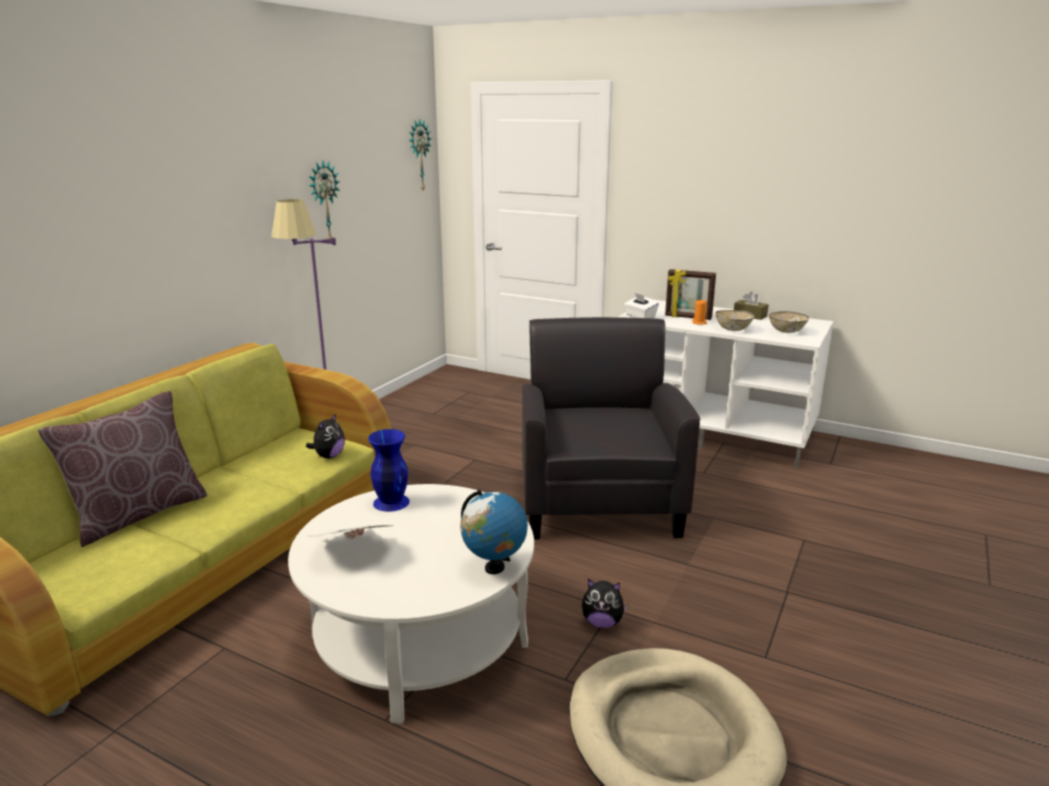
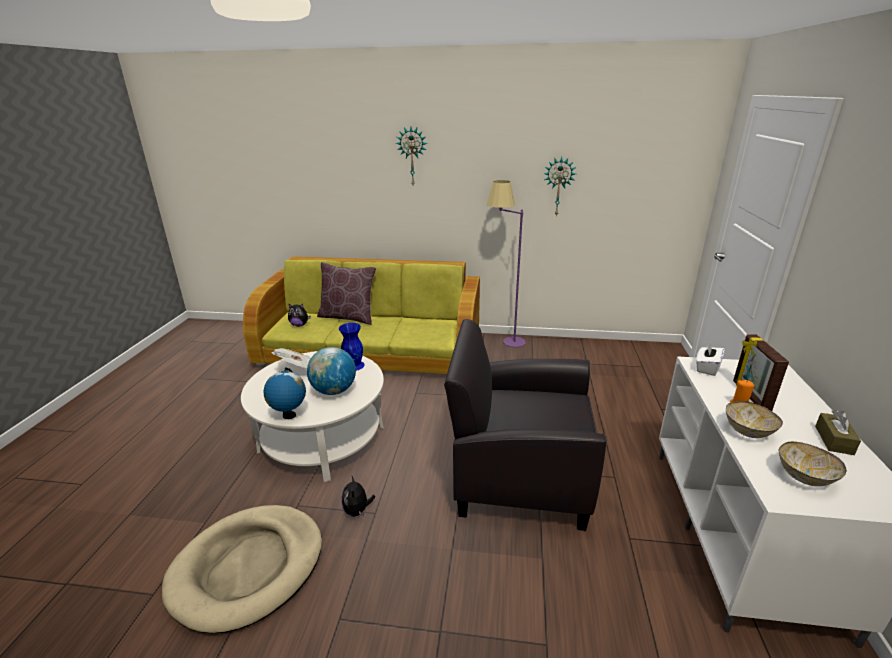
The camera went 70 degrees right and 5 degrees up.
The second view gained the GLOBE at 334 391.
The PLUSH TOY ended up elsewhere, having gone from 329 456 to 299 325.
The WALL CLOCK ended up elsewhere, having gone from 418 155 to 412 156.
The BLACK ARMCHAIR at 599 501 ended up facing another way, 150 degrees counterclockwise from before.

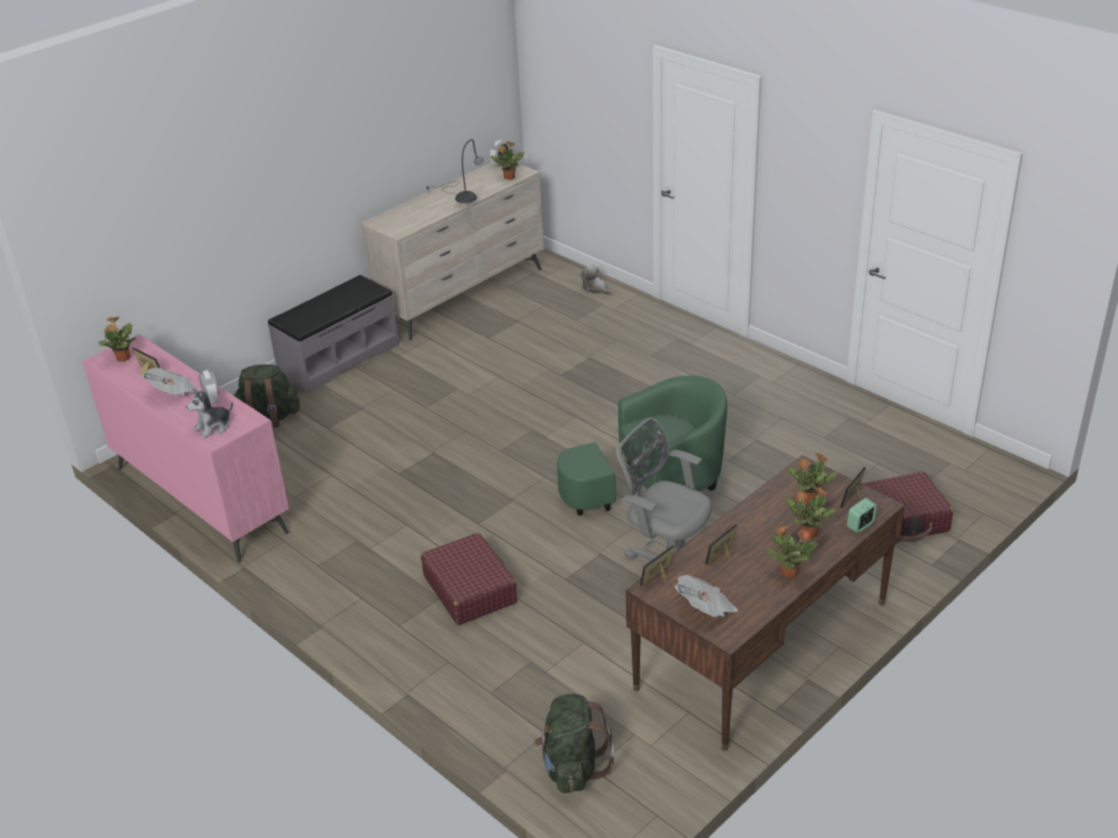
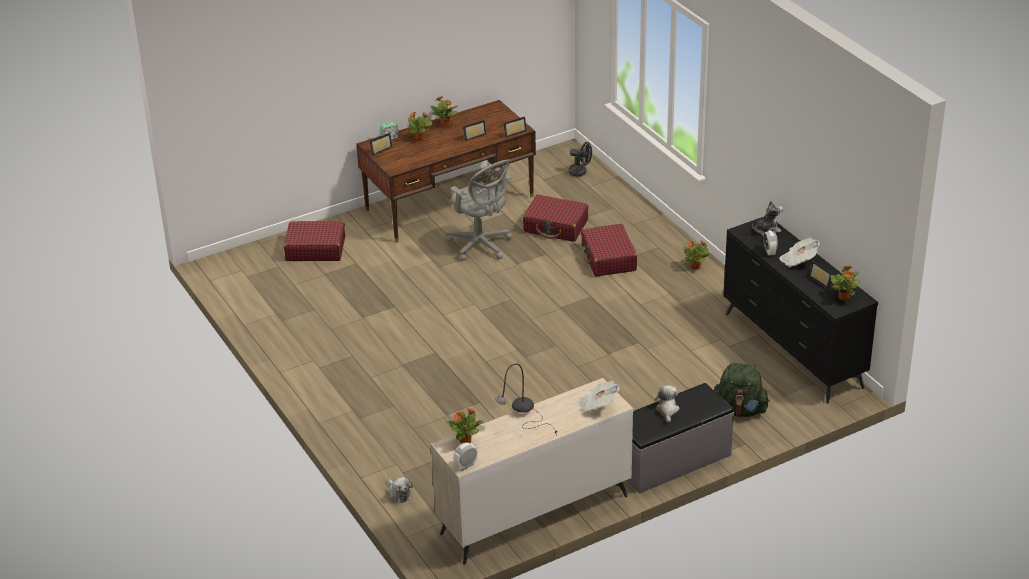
The camera went 165 degrees left and 0 degrees up.
The second view lost the GREEN ARMCHAIR at 652 484.
The second view gained the RED SUITCASE at 556 226.
The second view gained the PLUSH TOY at 667 410.
The NEWSPAPER ended up elsewhere, having gone from 706 609 to 597 405.
The POTTED PLANT ended up elsewhere, having gone from 809 499 to 696 267.
Where the GREEN BACKPACK stood at 572 767, the BLACK FAN came to stand at 580 172.
What was the PINK DRESSER at 201 498 turned into the BLACK DRESSER at 793 351.

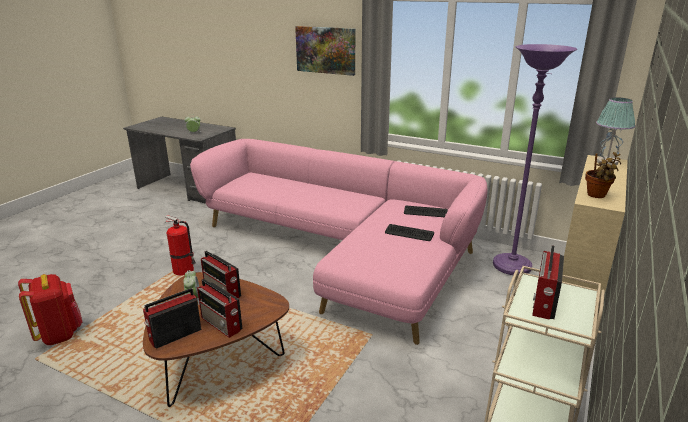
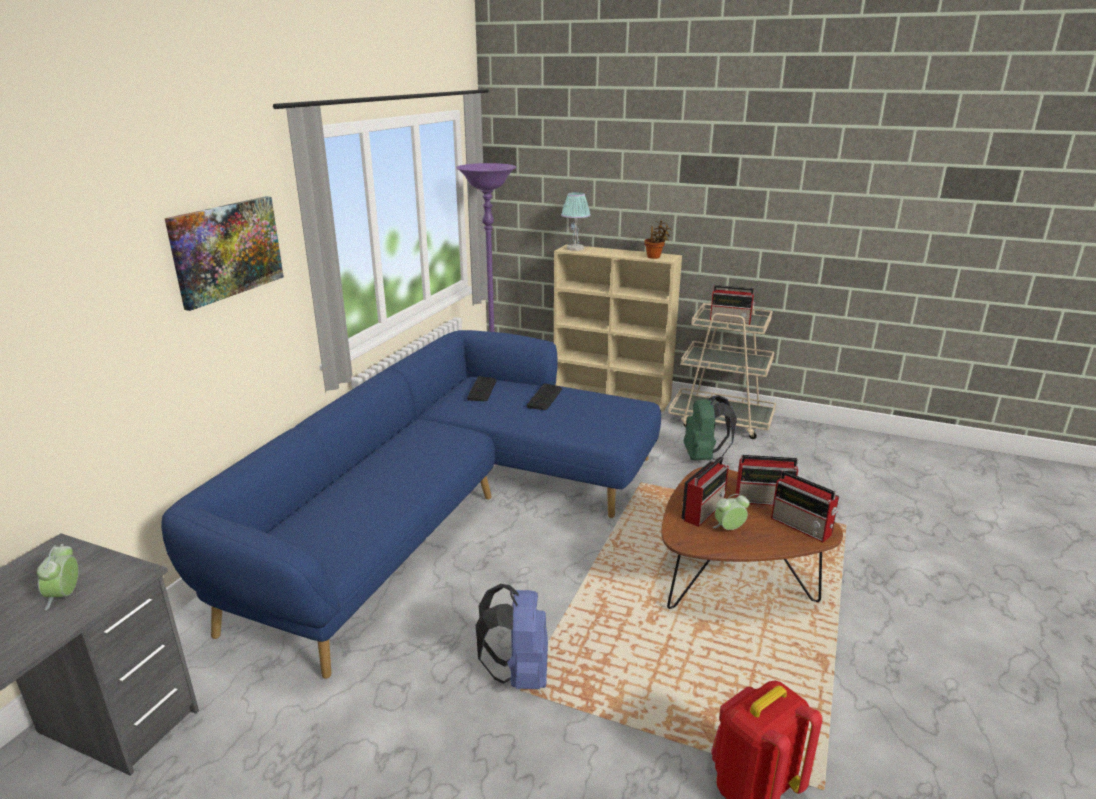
The camera went 95 degrees left and 0 degrees up.
The second view gained the GREEN BACKPACK at 704 457.
Where the FIRE EXTINGUISHER stood at 184 271, the BLUE BACKPACK came to stand at 519 674.
What was the PINK SOFA at 344 250 turned into the BLUE SOFA at 450 509.
The RADIO at 222 324 ended up facing another way, 60 degrees clockwise from before.

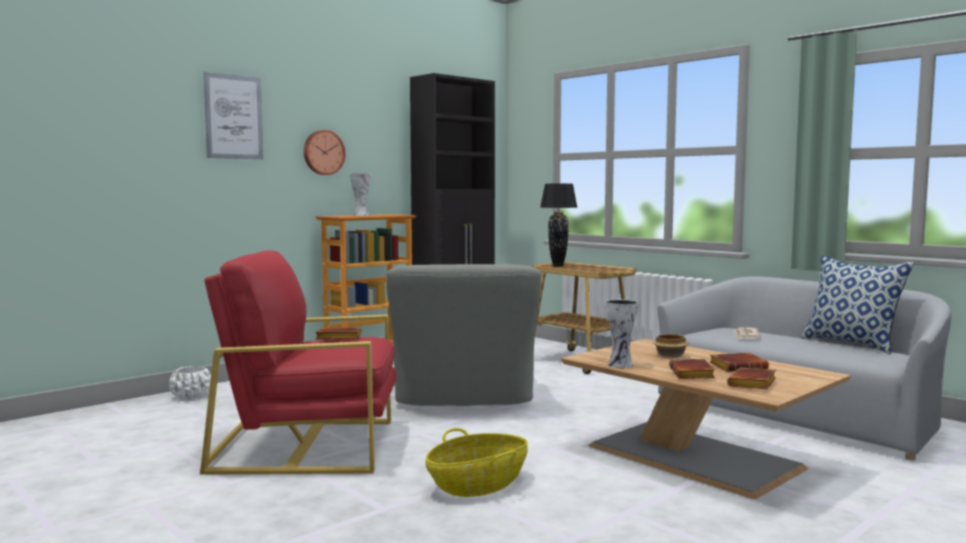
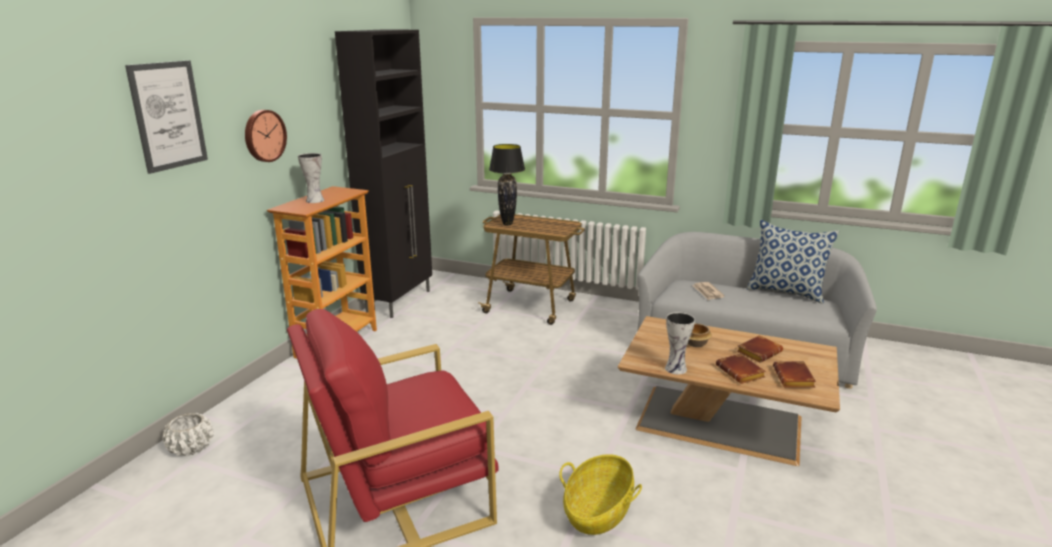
The camera went 25 degrees left and 15 degrees up.
The second view lost the BROWN BOOK at 337 338.
The second view lost the GREY ARMCHAIR at 463 397.

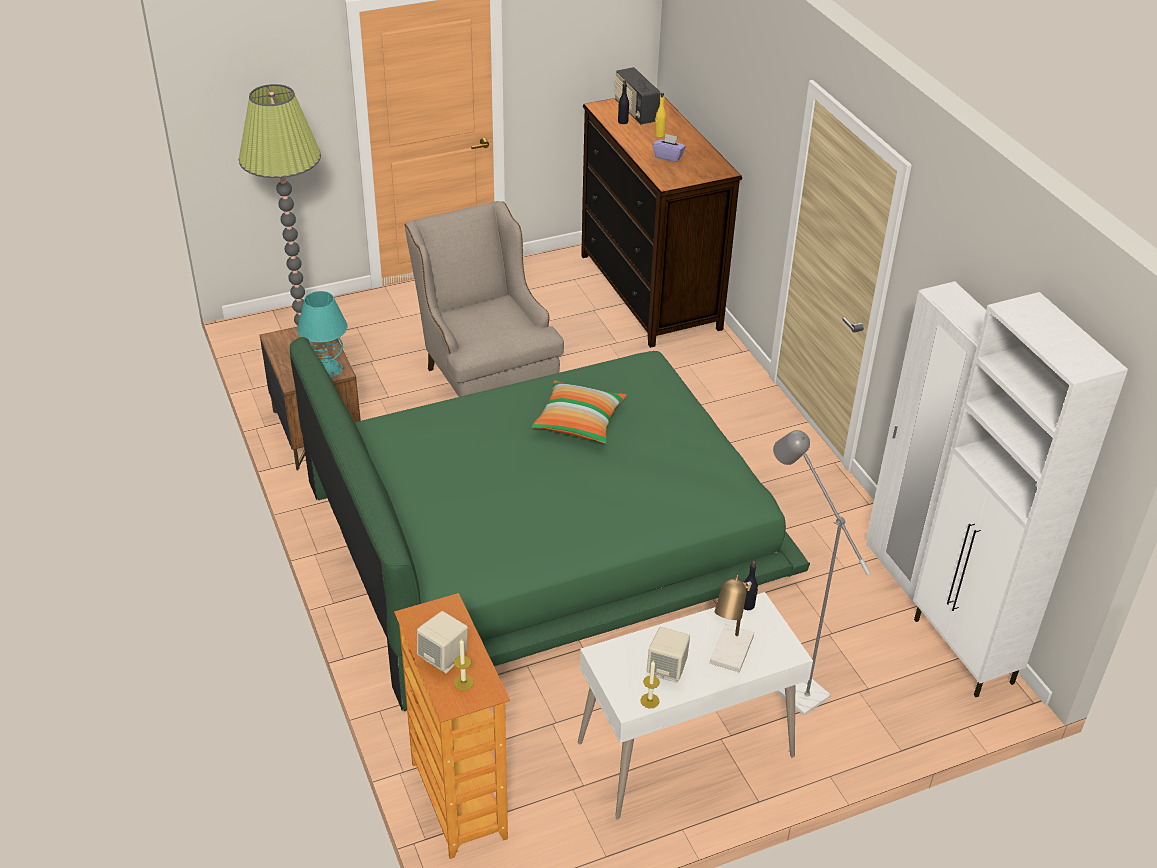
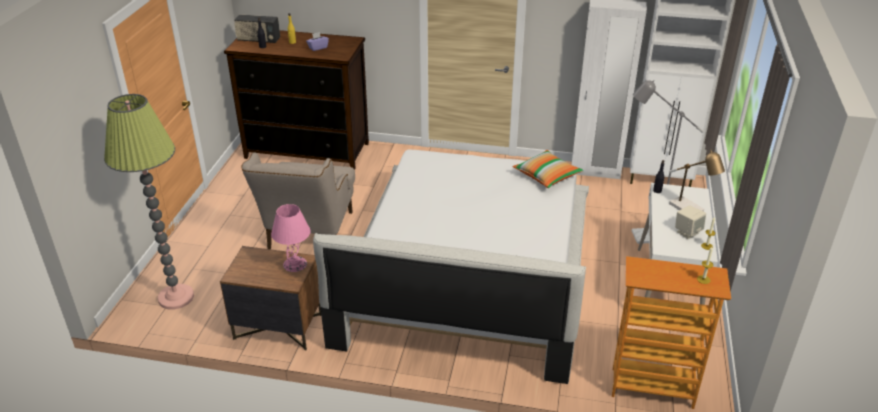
The camera went 55 degrees left and 5 degrees down.
The second view lost the BEIGE SPEAKER at 444 658.
The PILLOW ended up elsewhere, having gone from 579 422 to 547 176.
What was the GREEN BED at 544 535 turned into the WHITE BED at 469 270.
What was the TURQUOISE TABLE LAMP at 327 369 turned into the PINK TABLE LAMP at 295 264.
The BEIGE ARMCHAIR at 485 376 ended up facing another way, 90 degrees counterclockwise from before.

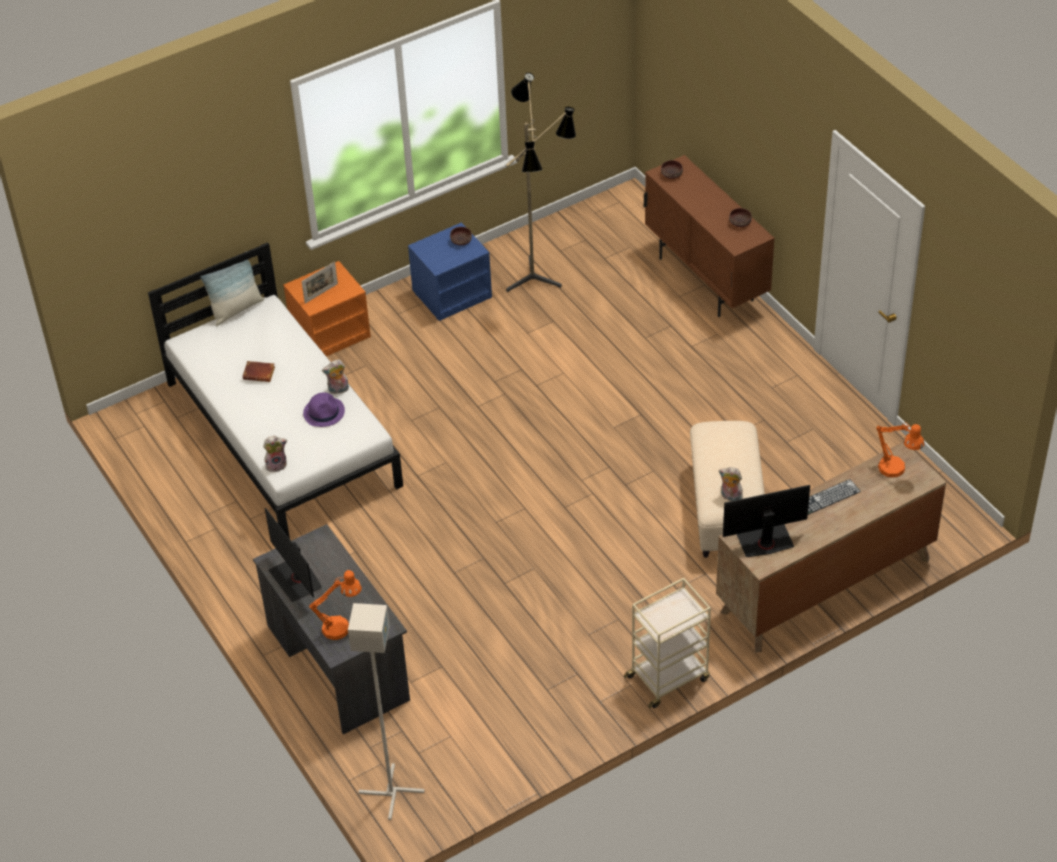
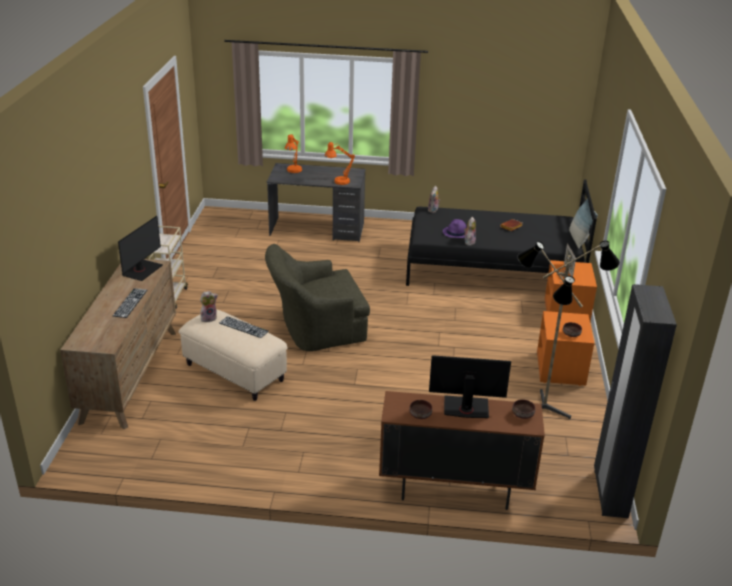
The camera went 125 degrees right and 15 degrees down.
The second view lost the GREY FLOOR LAMP at 392 793.
The second view gained the KEYBOARD at 243 327.
The second view gained the GREEN ARMCHAIR at 315 329.
The second view gained the BLACK WARDROBE at 609 494.
The MONITOR ended up elsewhere, having gone from 296 579 to 466 408.
The ORANGE TABLE LAMP ended up elsewhere, having gone from 896 470 to 338 182.
What was the WHITE BED at 283 433 turned into the BLACK BED at 492 270.
What was the BLUE NIGHTSTAND at 452 294 turned into the ORANGE NIGHTSTAND at 561 369.

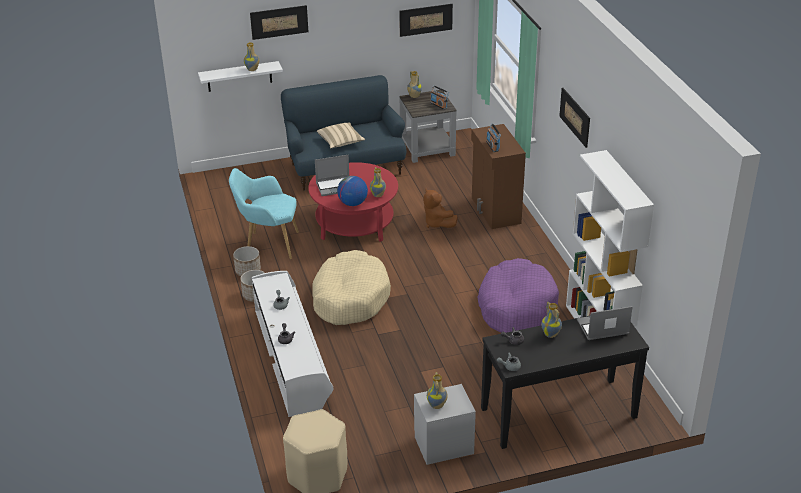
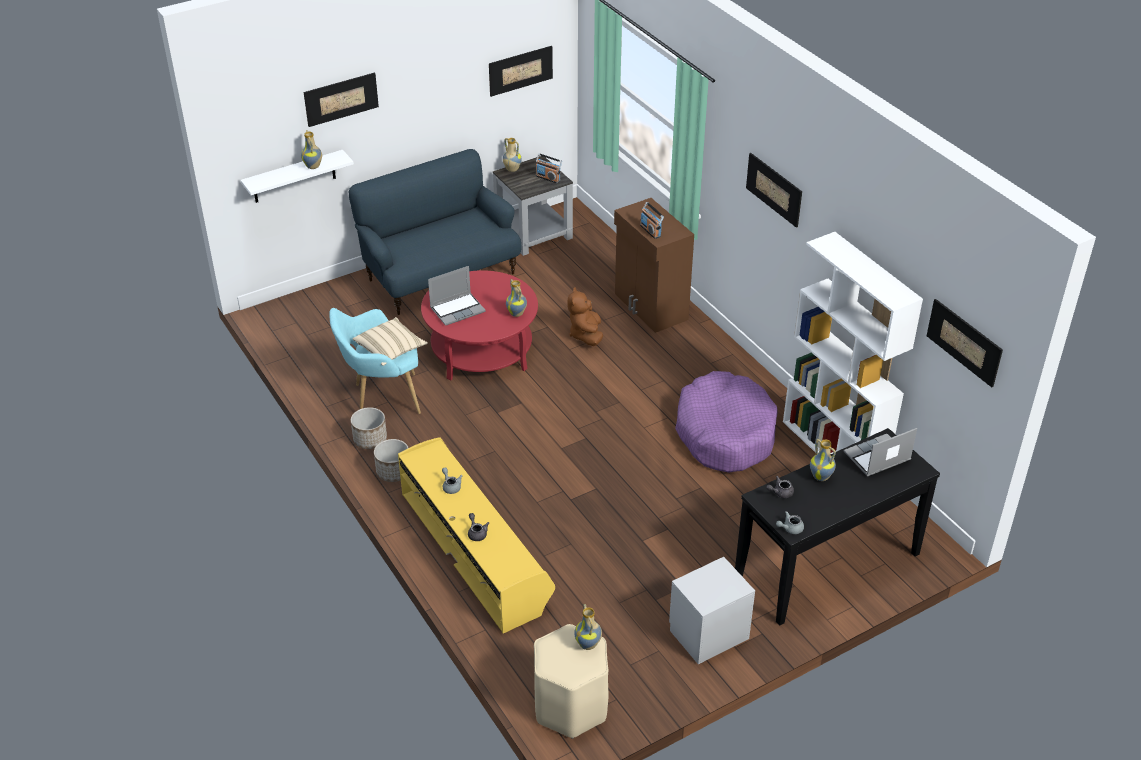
The camera went 15 degrees left and 5 degrees up.
The second view lost the BEIGE DOG BED at 350 298.
The second view lost the GLOBE at 352 203.
The second view gained the PICTURE at 964 342.
The BEIGE PILLOW ended up elsewhere, having gone from 340 142 to 390 350.
The VASE ended up elsewhere, having gone from 437 405 to 588 644.
What was the WHITE TV STAND at 292 356 turned into the YELLOW TV STAND at 475 549.
The BROWN PLUSH TOY at 437 223 ended up facing another way, 45 degrees clockwise from before.

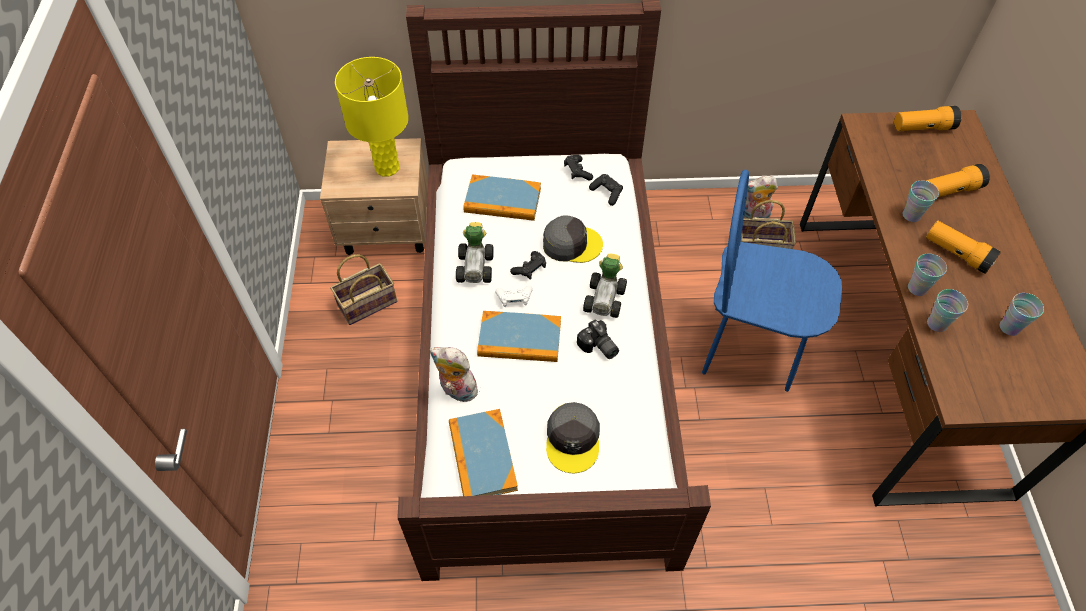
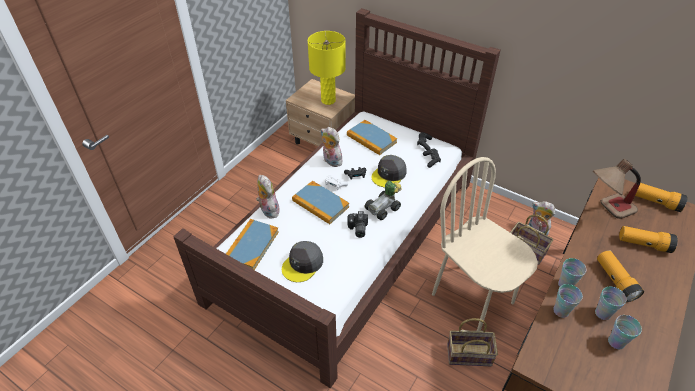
The camera went 35 degrees right and 10 degrees down.
The second view gained the TABLE LAMP at 605 212.
The BASKET ended up elsewhere, having gone from 368 302 to 470 354.
The CUP ended up elsewhere, having gone from 911 215 to 602 313.
Where the TOY CAR stood at 476 265, the PLUSH TOY came to stand at 331 161.
What was the BLUE CHAIR at 750 349 turned into the BEIGE CHAIR at 473 298.
The GREY CAP at 571 243 ended up facing another way, 90 degrees clockwise from before.

